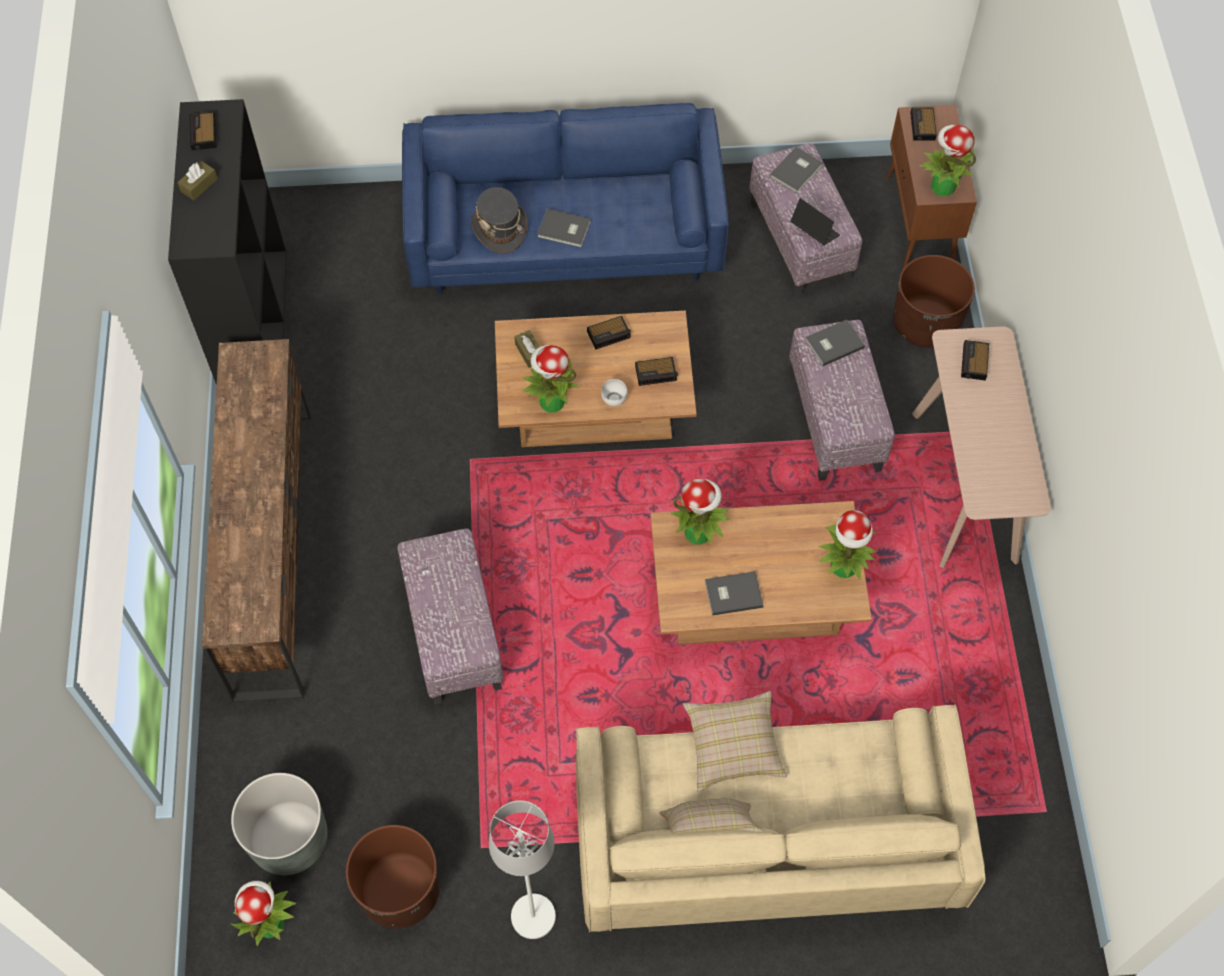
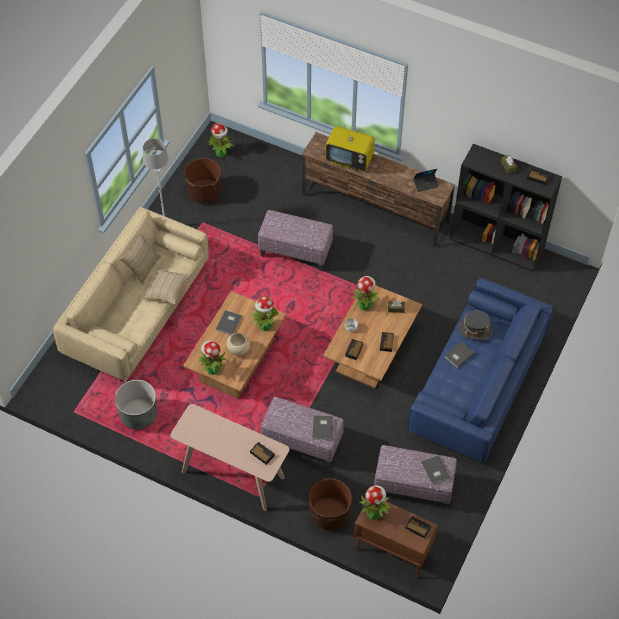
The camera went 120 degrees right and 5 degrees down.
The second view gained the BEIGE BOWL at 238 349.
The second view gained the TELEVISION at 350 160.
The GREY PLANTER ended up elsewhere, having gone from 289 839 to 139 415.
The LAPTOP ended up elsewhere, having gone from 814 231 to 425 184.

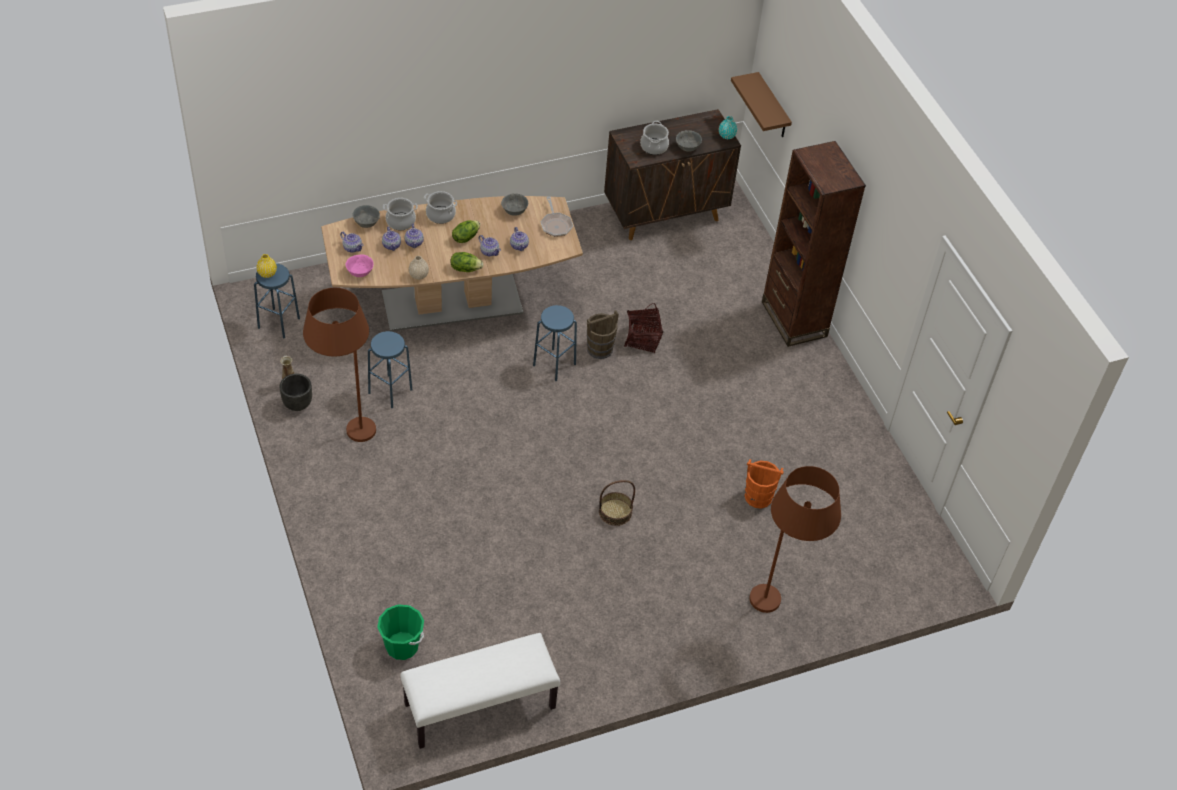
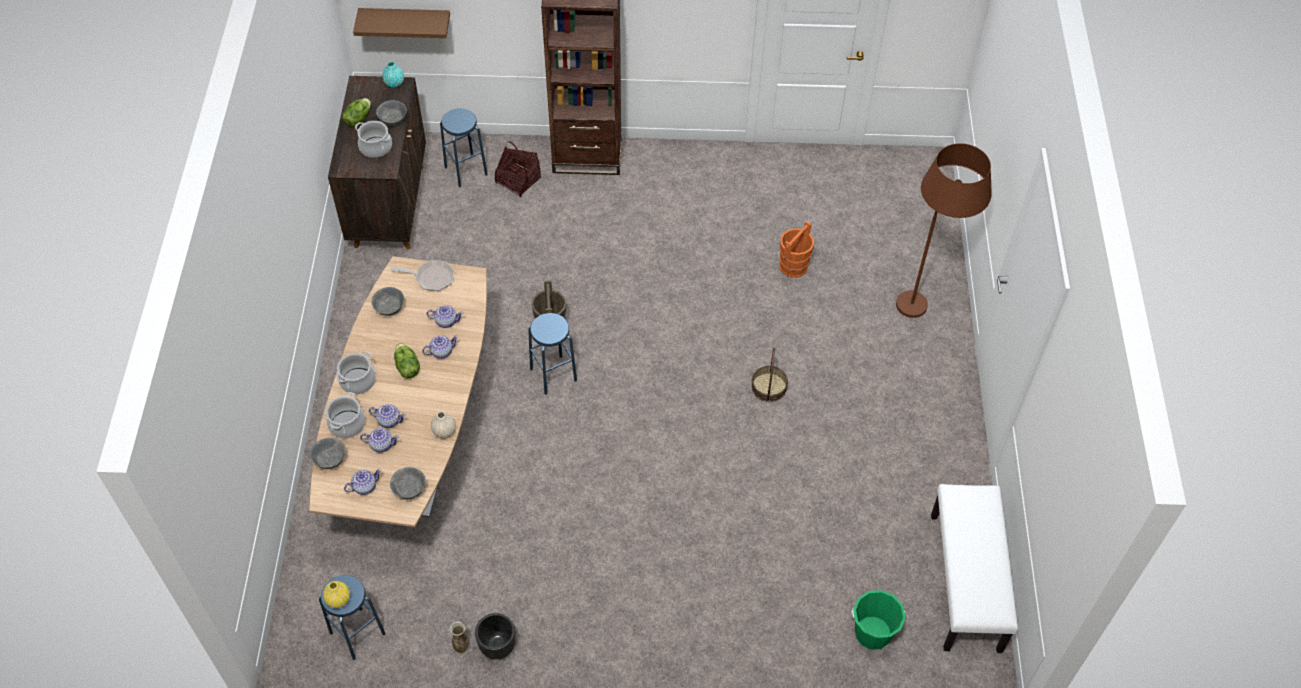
The camera went 65 degrees left and 5 degrees up.
The second view lost the BROWN FLOOR LAMP at 345 436.
The BLUE STOOL ended up elsewhere, having gone from 390 391 to 466 171.
The LETTUCE ended up elsewhere, having gone from 465 268 to 358 119.
The BASKET ended up elsewhere, having gone from 642 339 to 518 181.
What was the PINK BOWL at 360 272 turned into the GREY BOWL at 409 490.

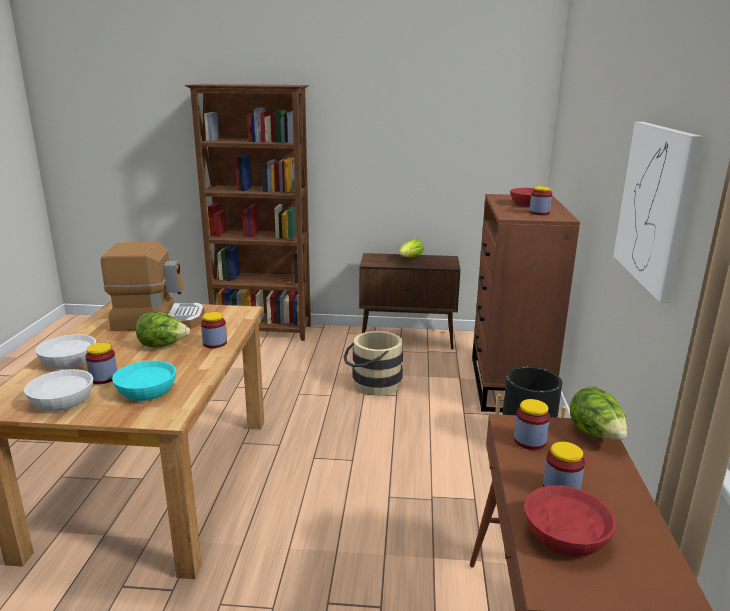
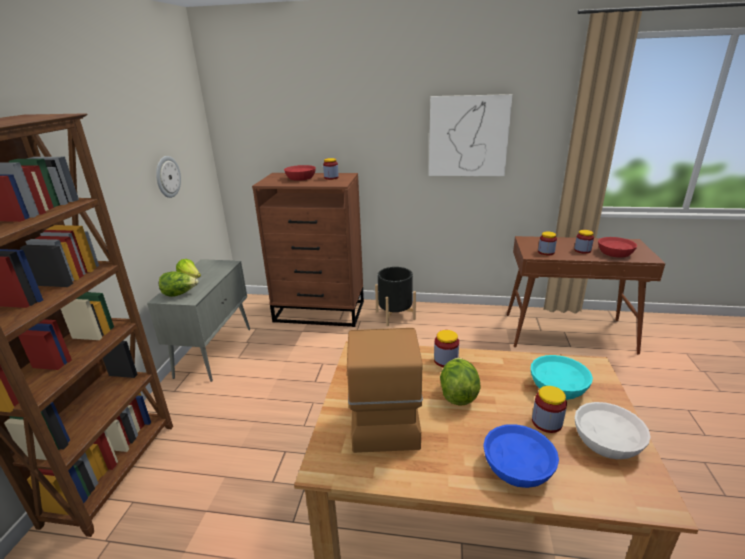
The camera went 85 degrees left and 5 degrees up.
The second view lost the BEIGE BUCKET at 372 384.
The second view gained the WALL CLOCK at 167 177.
The LETTUCE ended up elsewhere, having gone from 596 435 to 180 294.
What was the WHITE BOWL at 69 361 turned into the BLUE BOWL at 518 466.
What was the BROWN CABINET at 408 339 turned into the GREY CABINET at 214 351.

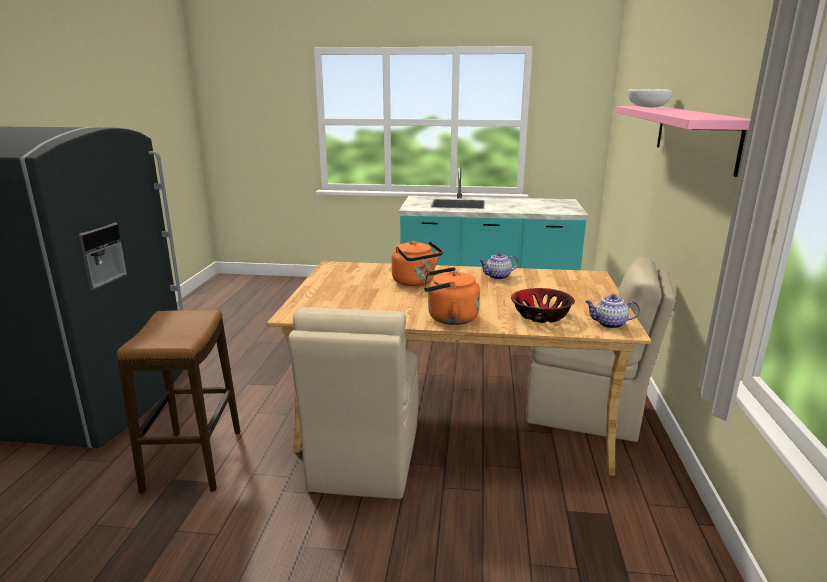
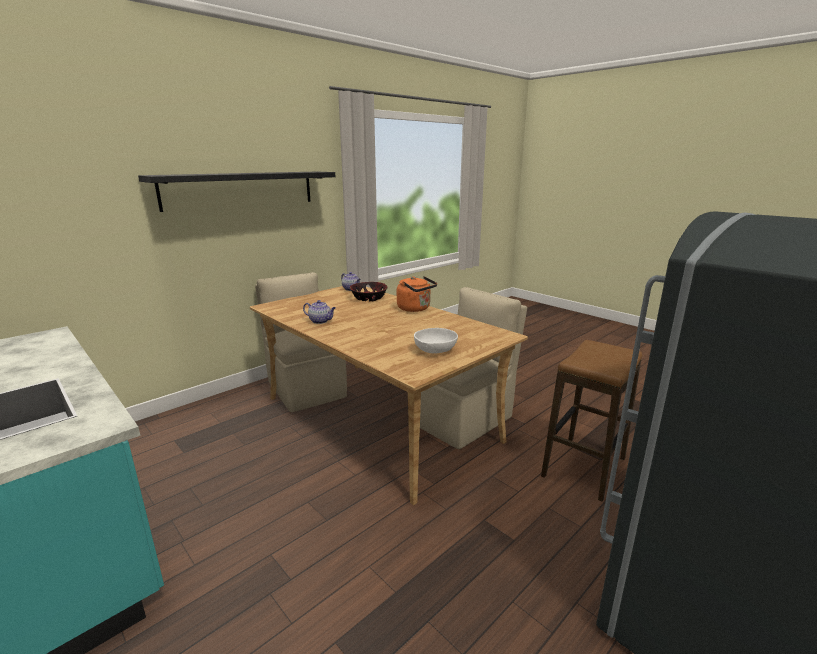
The camera went 140 degrees left and 0 degrees up.
The second view lost the ORANGE KETTLE at 415 282.
The WHITE BOWL ended up elsewhere, having gone from 647 107 to 435 350.
What was the PINK SHELF at 694 135 turned into the BLACK SHELF at 241 189.

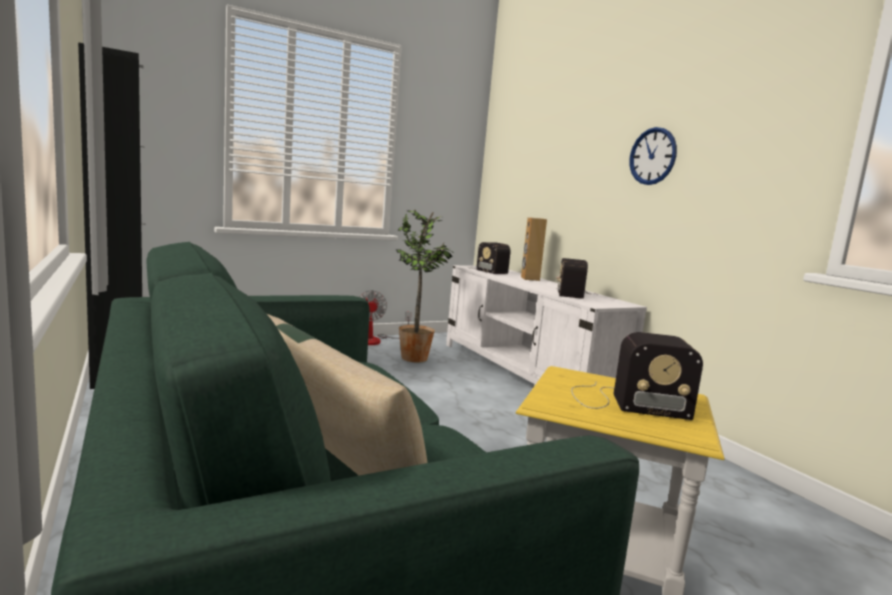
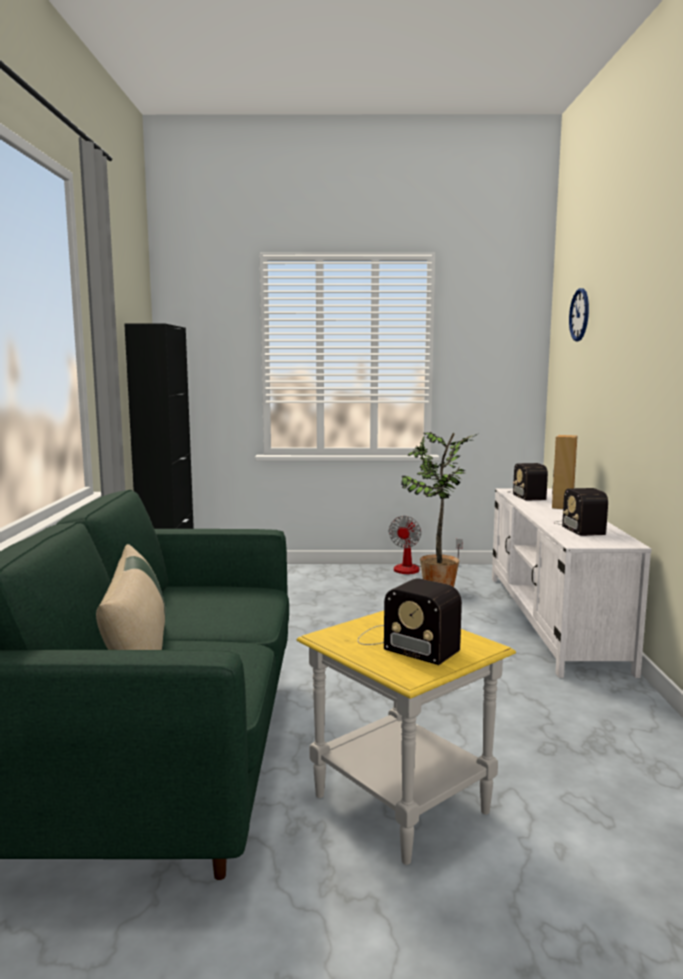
The camera went 30 degrees right and 0 degrees up.
The WALL CLOCK ended up elsewhere, having gone from 652 156 to 579 315.
The RADIO at 572 293 ended up facing another way, 45 degrees counterclockwise from before.

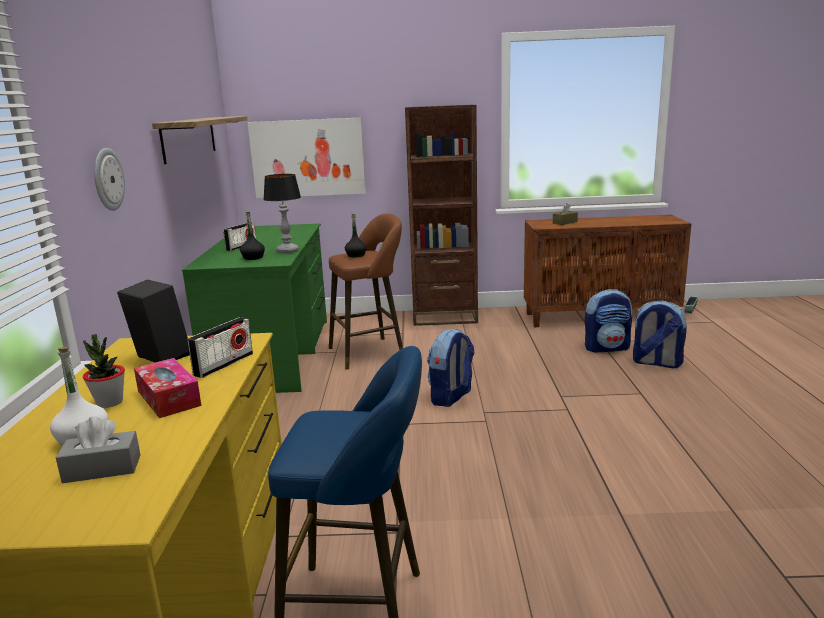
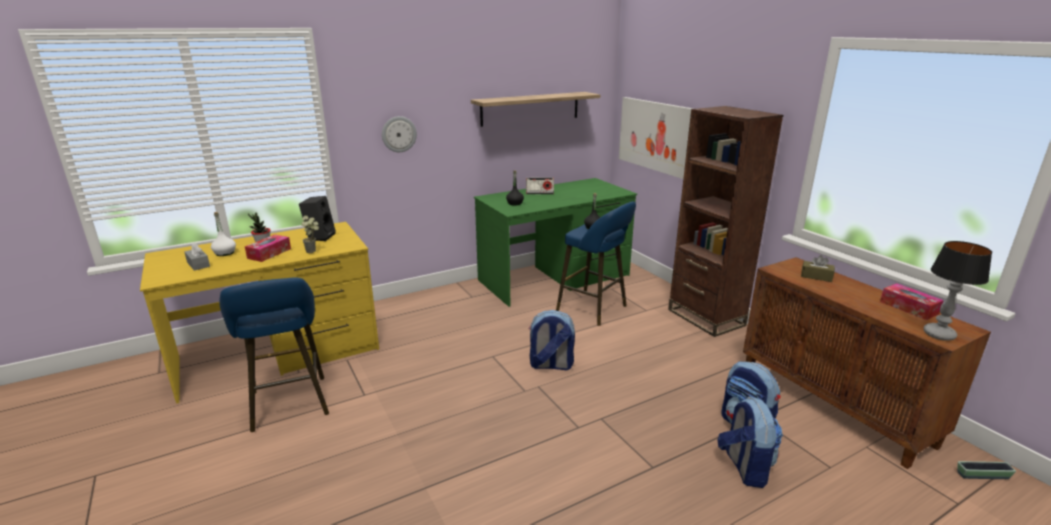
The camera went 60 degrees right and 5 degrees up.
The second view gained the TISSUE BOX at 908 307.
The TABLE LAMP ended up elsewhere, having gone from 288 251 to 939 335.
Where the RADIO stood at 224 364, the POTTED PLANT came to stand at 314 251.
What was the BROWN STOOL at 370 352 turned into the BLUE STOOL at 595 309.

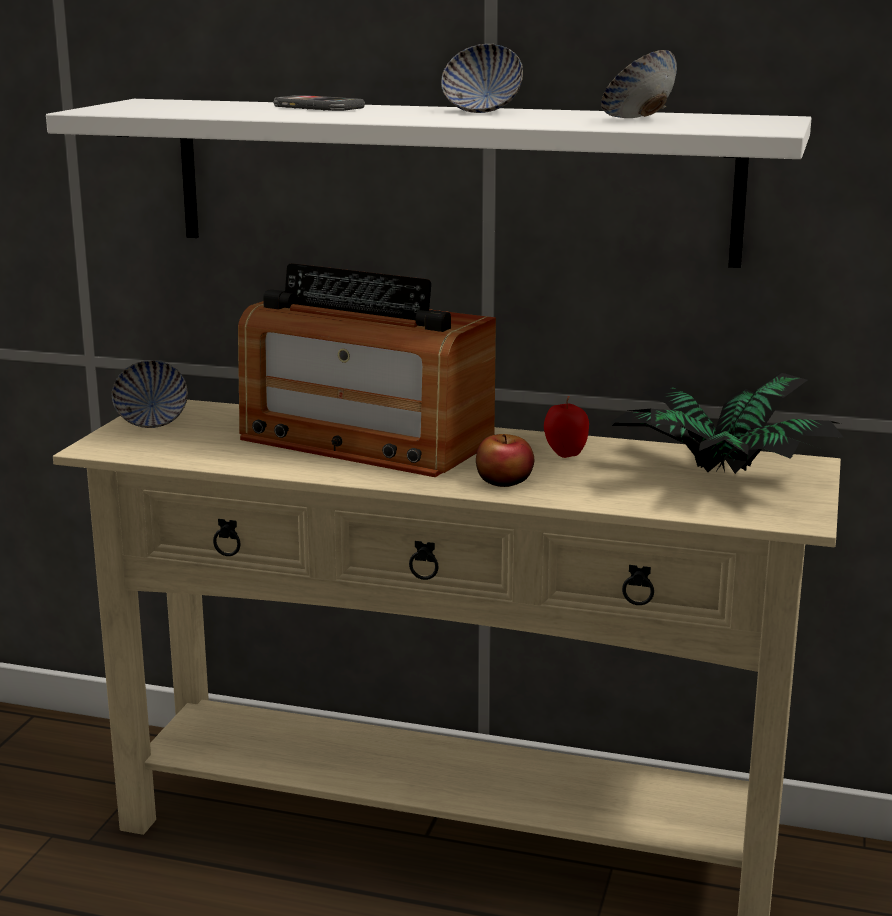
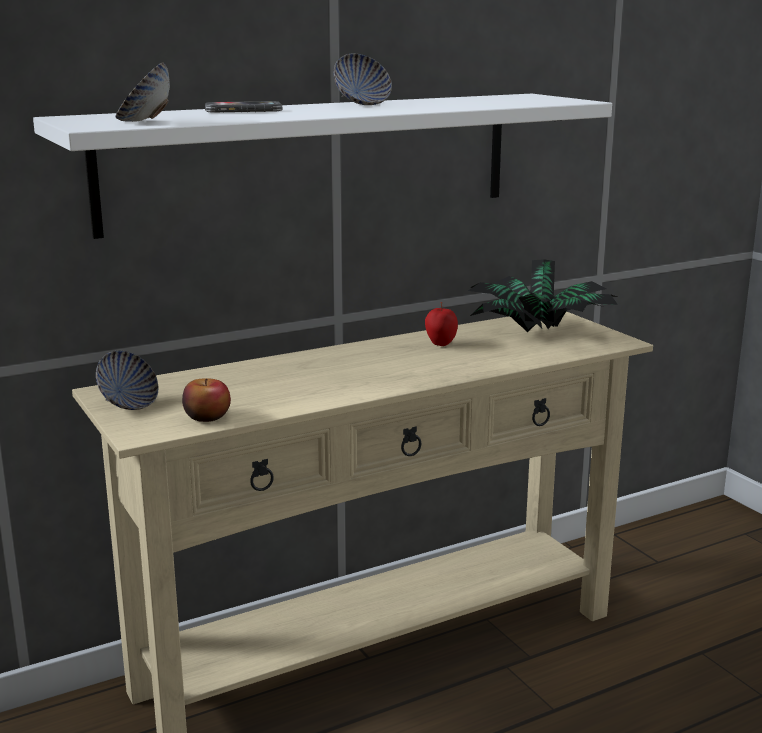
The camera went 45 degrees left and 0 degrees up.
The second view lost the RADIO at 364 441.
The APPLE ended up elsewhere, having gone from 504 481 to 207 417.
The BOWL ended up elsewhere, having gone from 638 119 to 144 121.

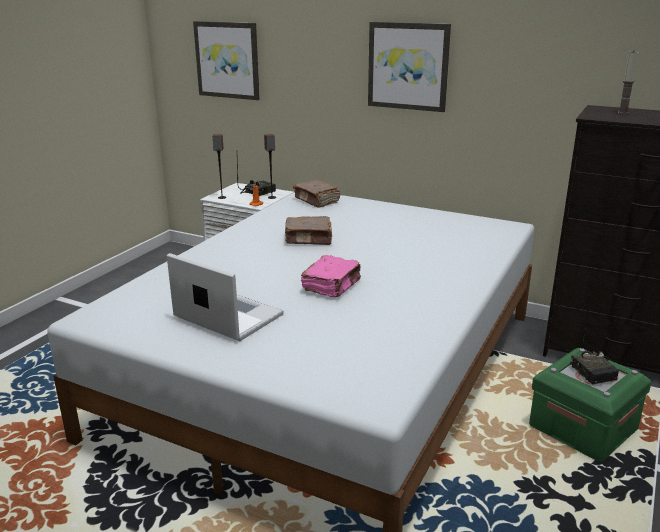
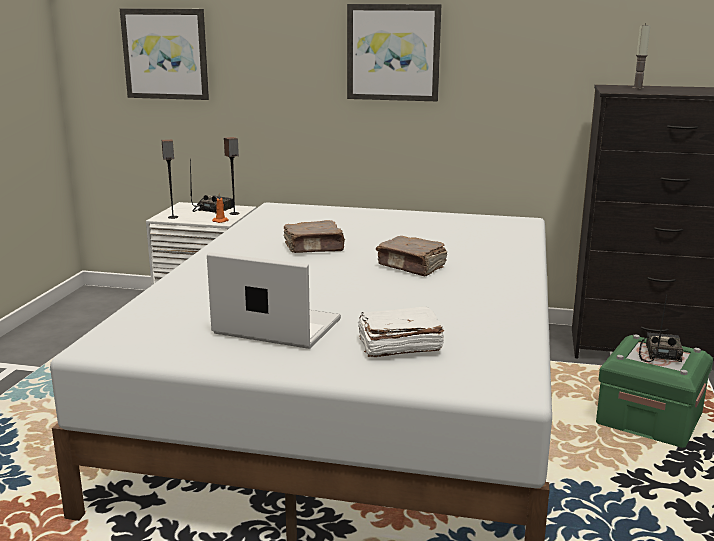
The camera went 15 degrees left and 5 degrees down.
The second view lost the PINK BOOK at 332 286.
The second view gained the WHITE BOOK at 398 346.
The BROWN BOOK ended up elsewhere, having gone from 317 201 to 412 267.
The RADIO at 594 371 ended up facing another way, 135 degrees counterclockwise from before.

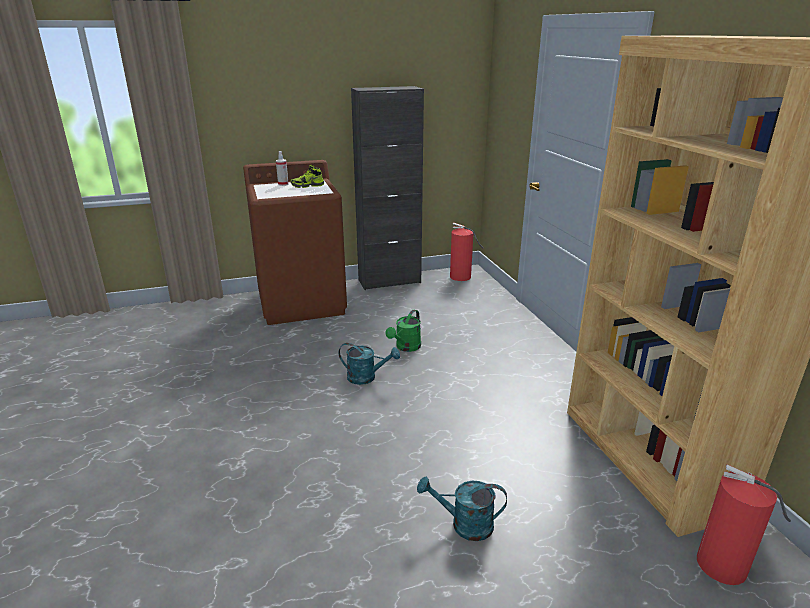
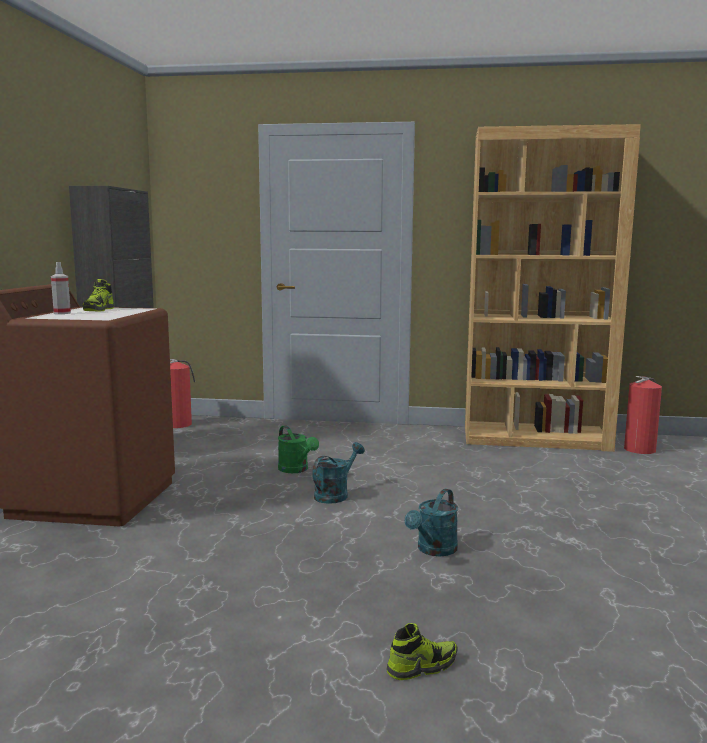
The camera went 65 degrees left and 15 degrees down.
The second view gained the SHOE at 422 667.
The TURQUOISE WATERING CAN ended up elsewhere, having gone from 464 525 to 434 550.

